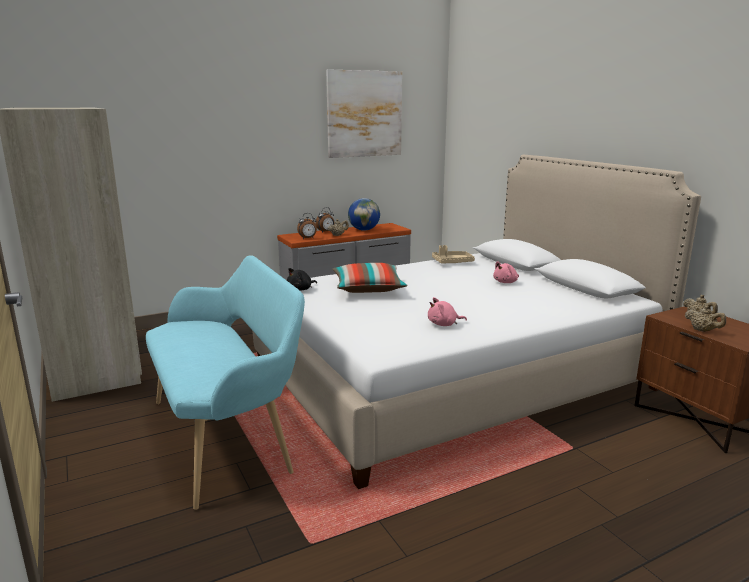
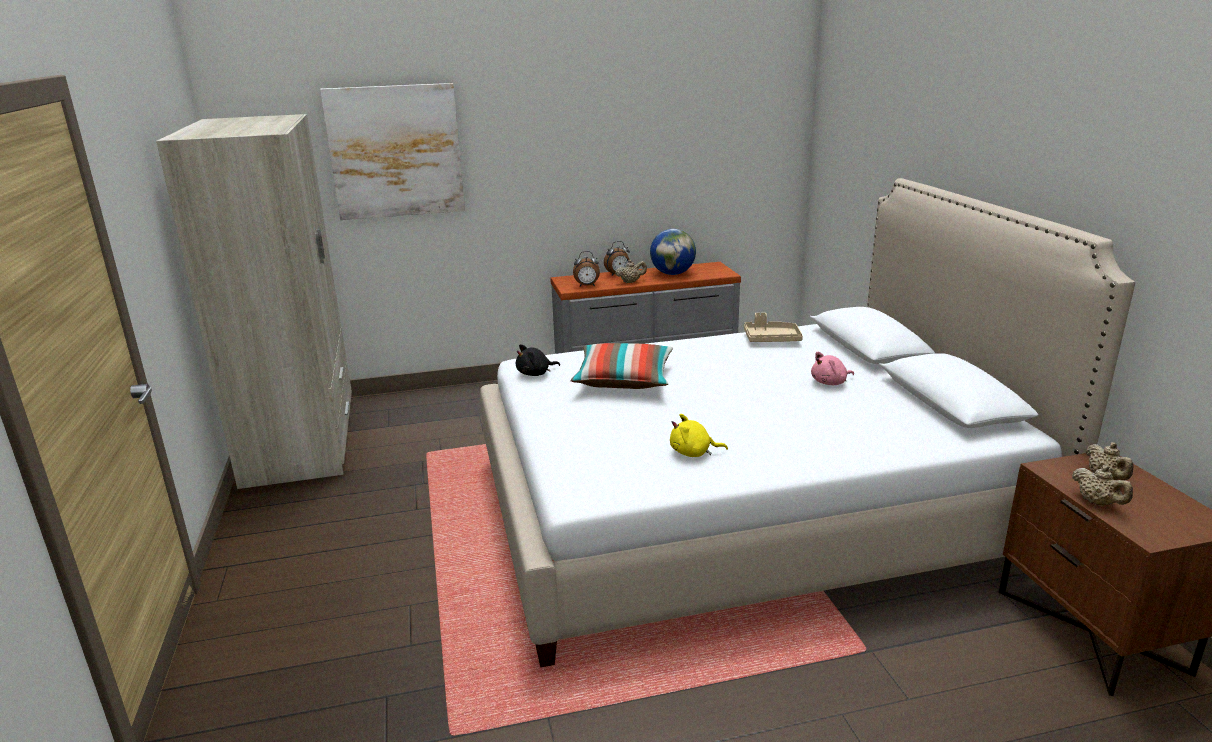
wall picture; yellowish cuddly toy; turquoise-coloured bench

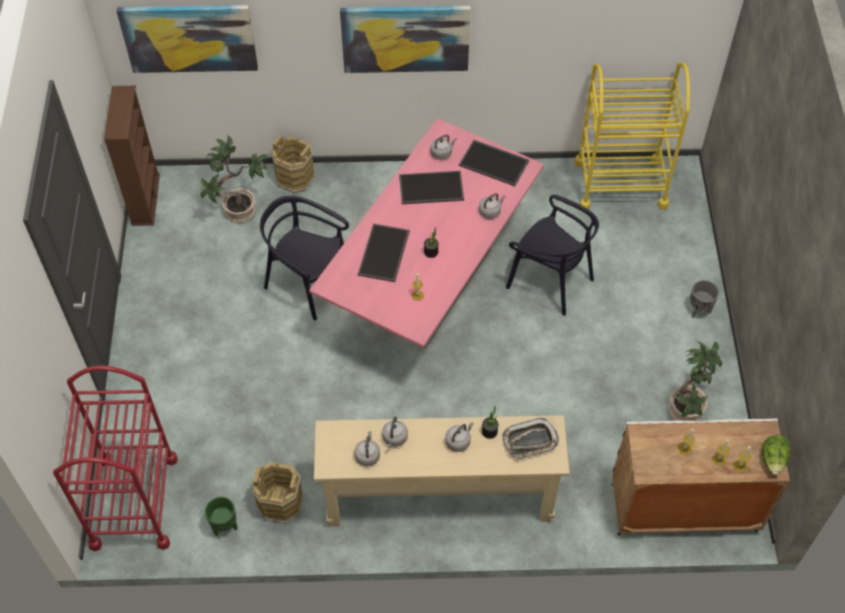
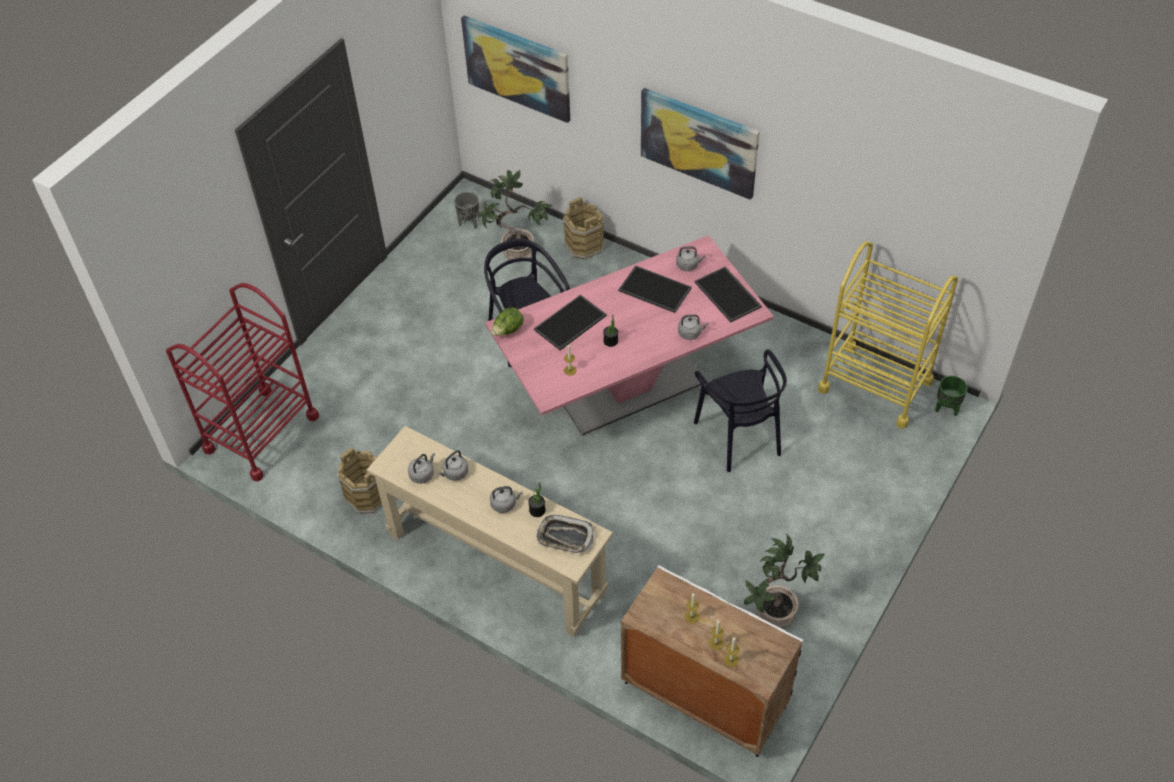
gray plant pot; head of lettuce; green-coloured plant pot; brown-coloured bookcase

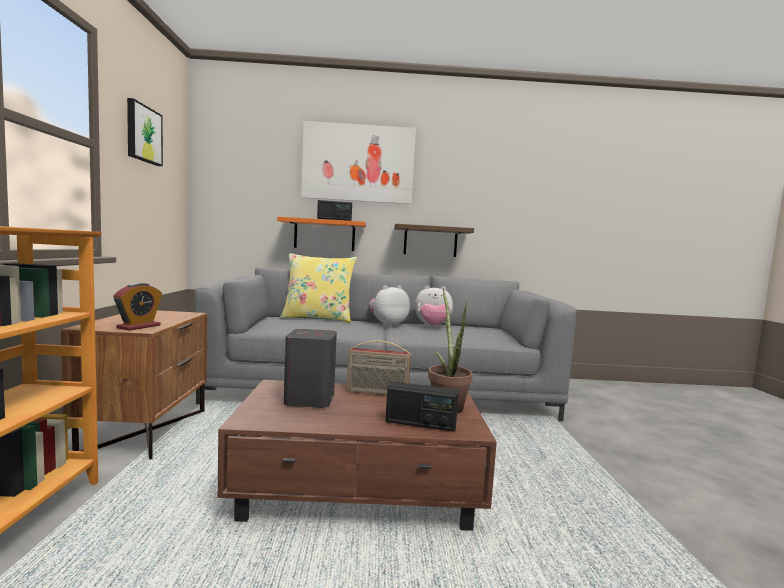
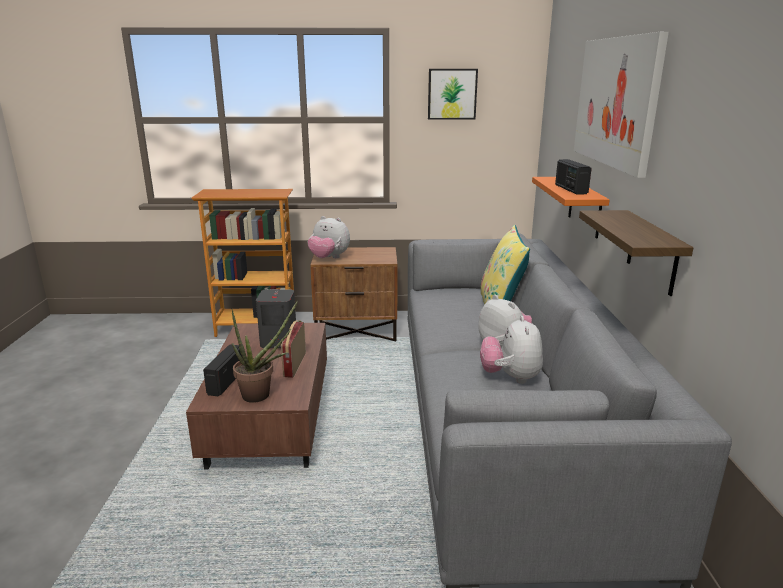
cuddly toy (1st from left)

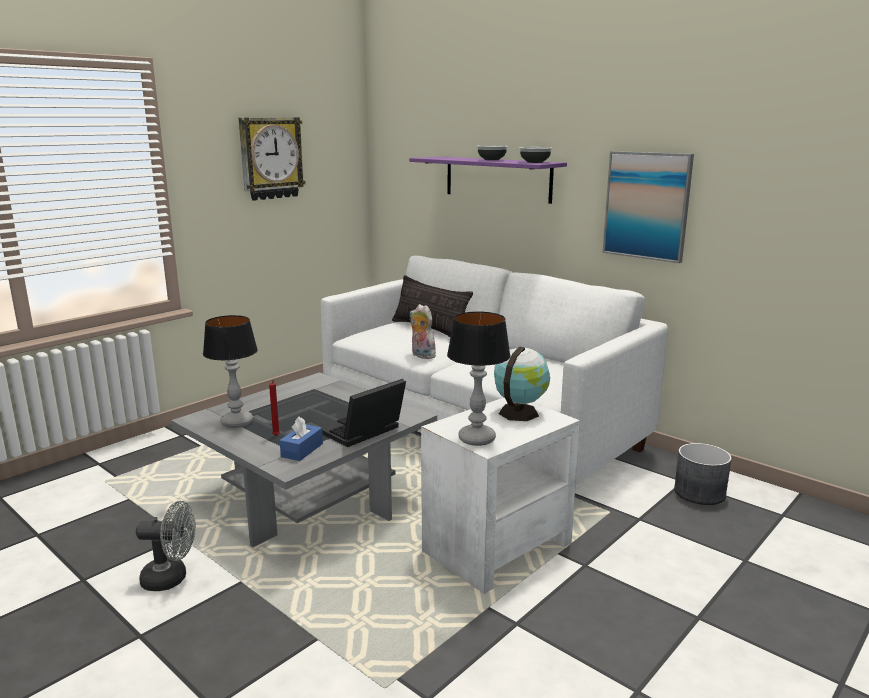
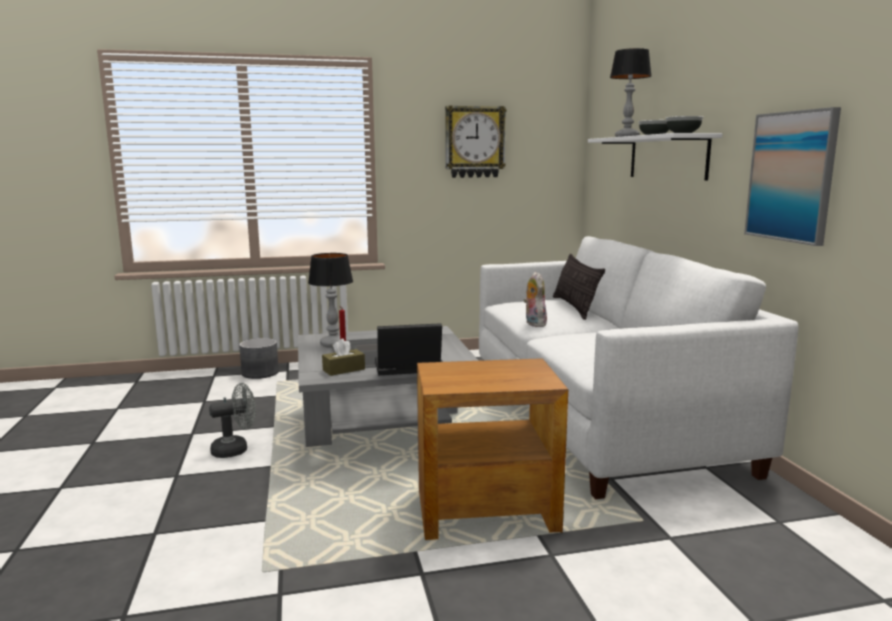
gray electric fan; gray plant pot; brown-coloured box of tissues; brown-coloured accent table; white bracket shelf; table lamp (2nd from left); world globe

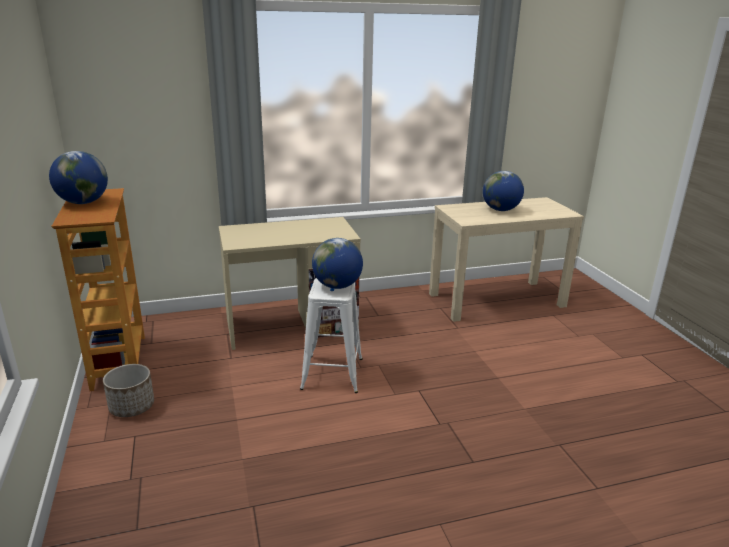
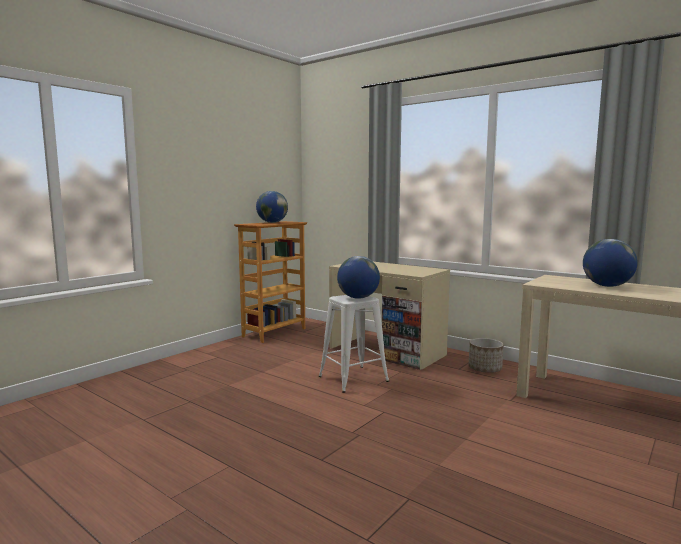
plant pot

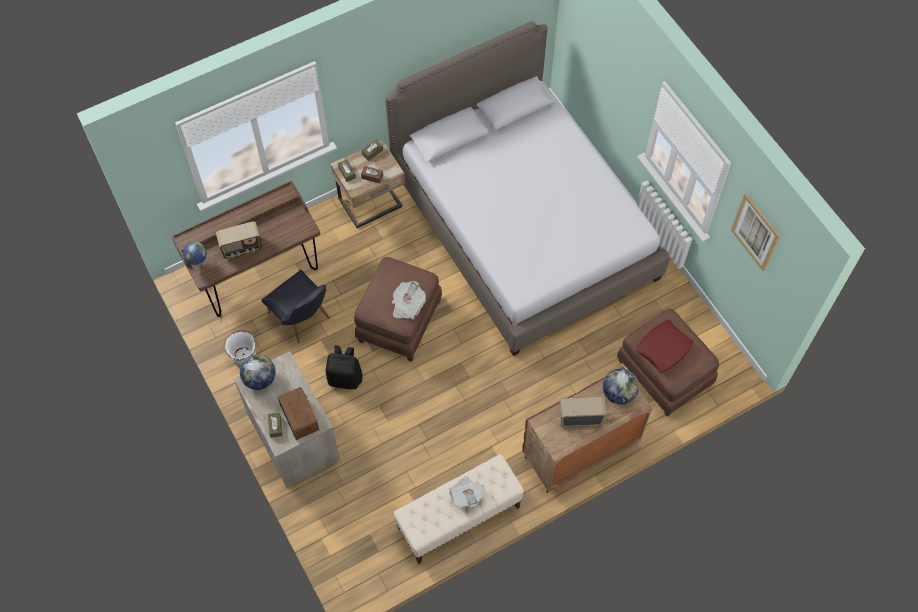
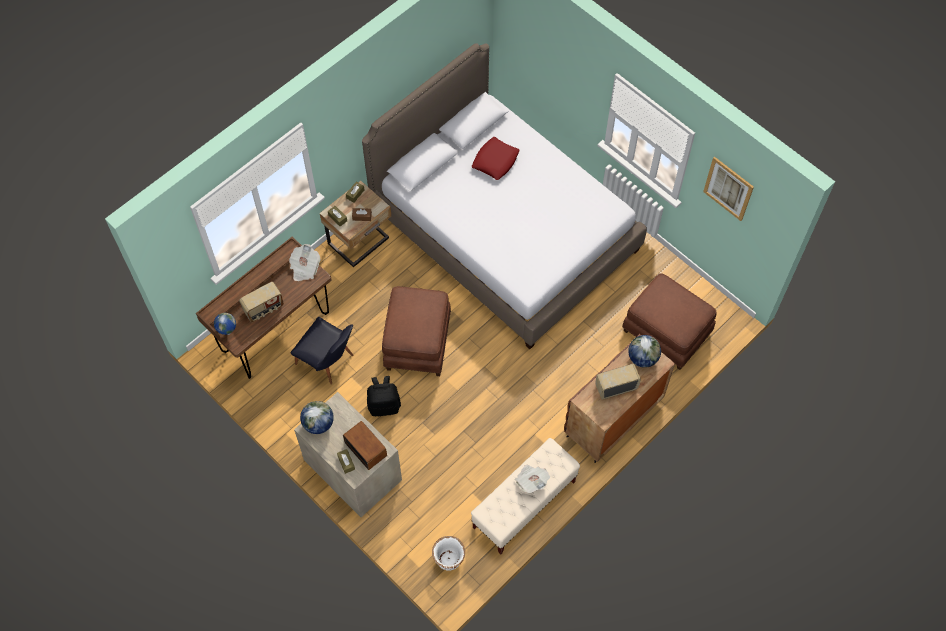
daily paper (1st from left); white plant pot; red-coloured throw pillow

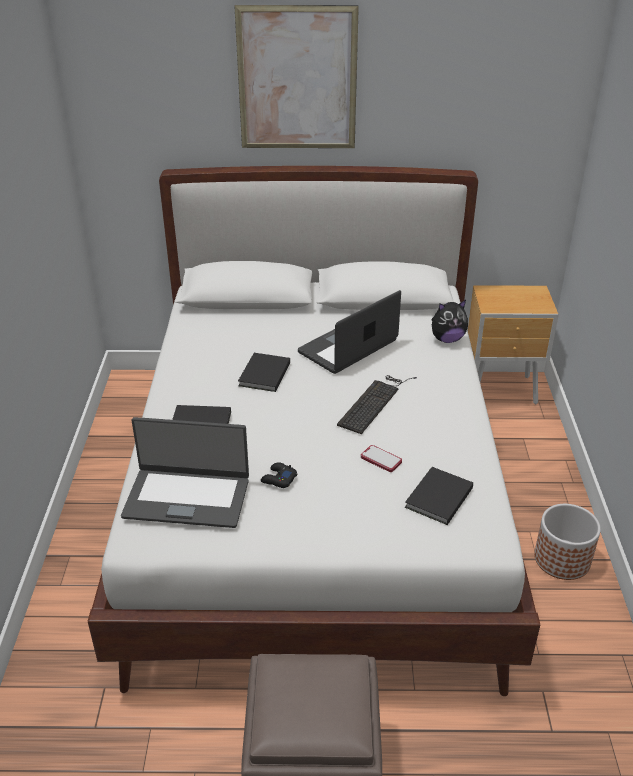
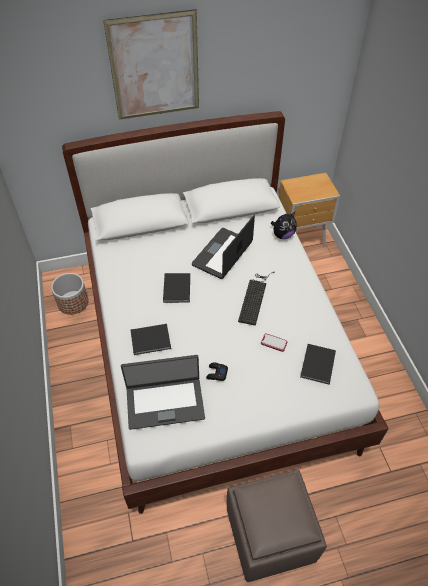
plant pot

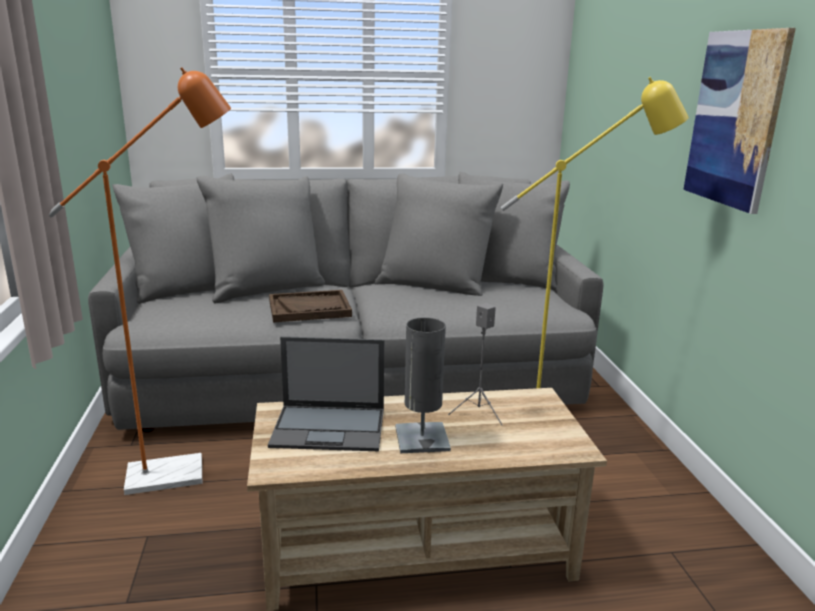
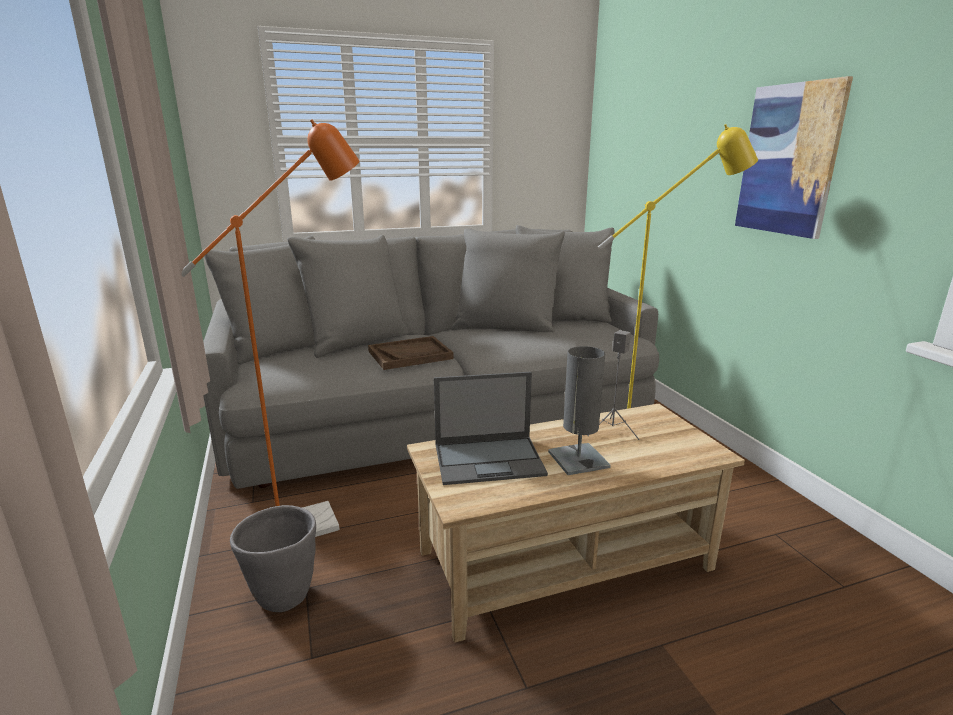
gray plant pot

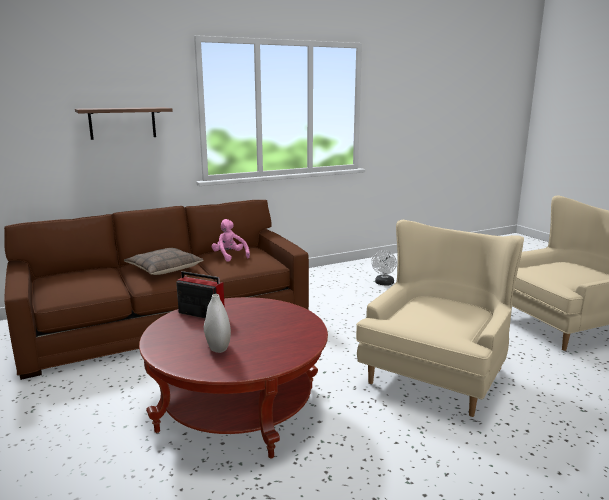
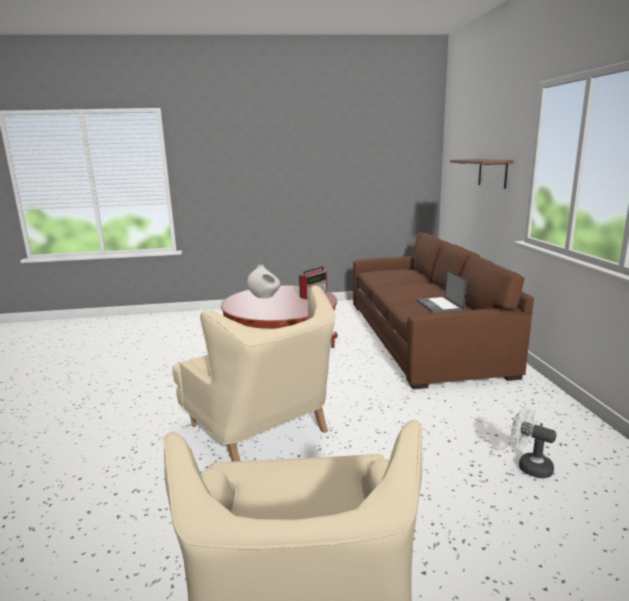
laptop; throw pillow

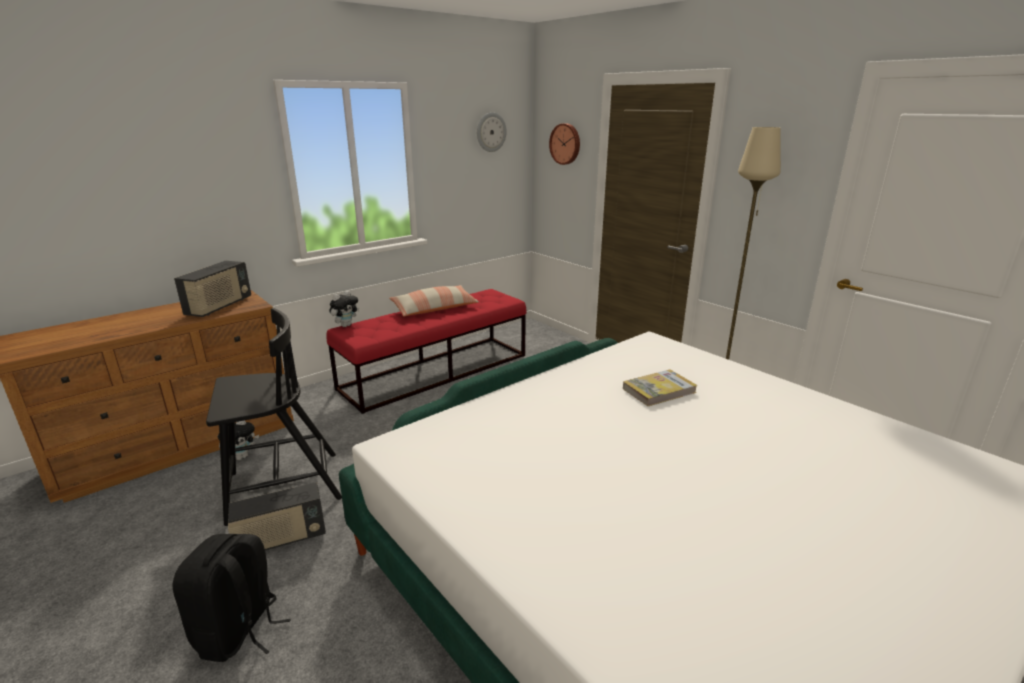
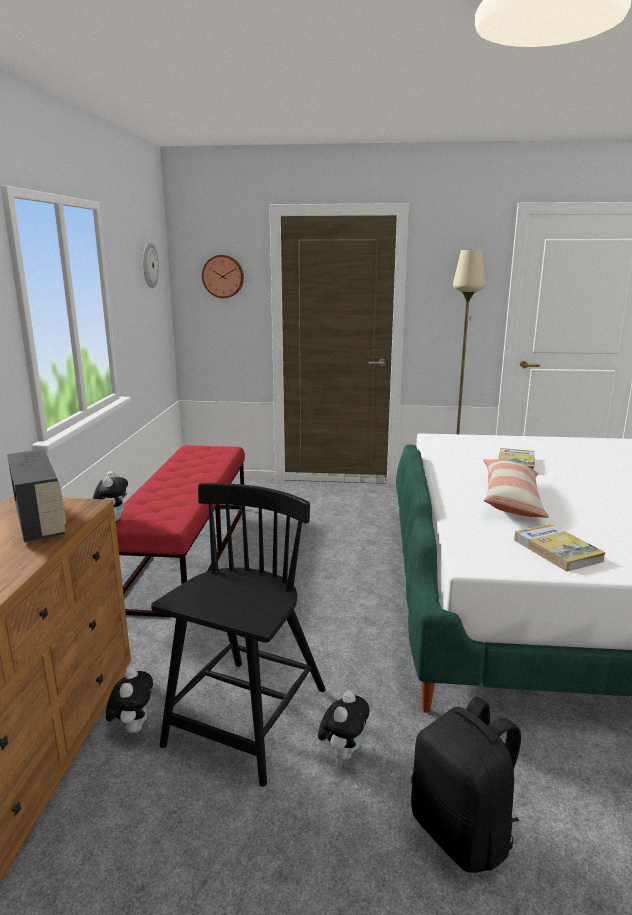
cuddly toy (3rd from left); throw pillow; bound book (2nd from left)

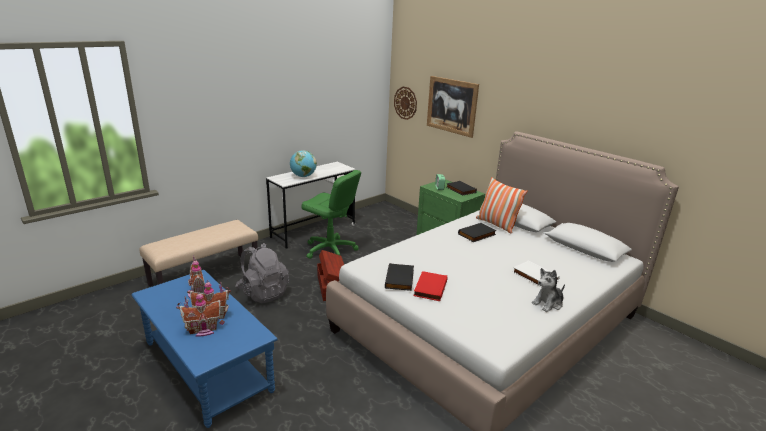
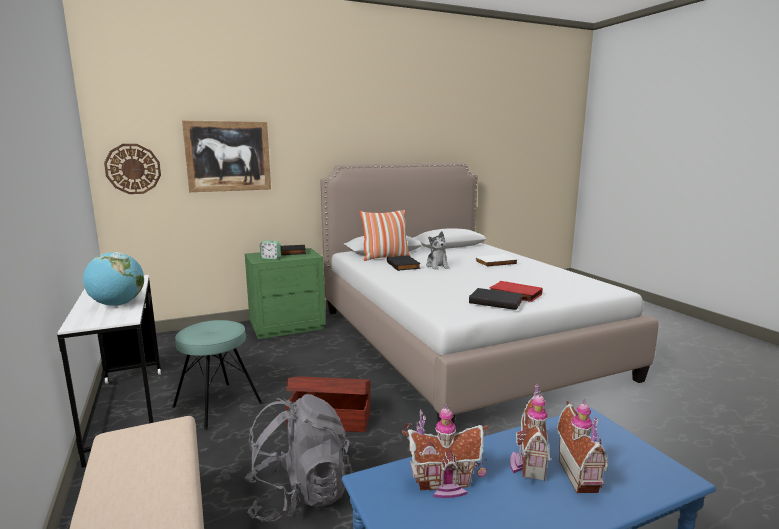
turquoise-coloured stool seat; cuddly toy

